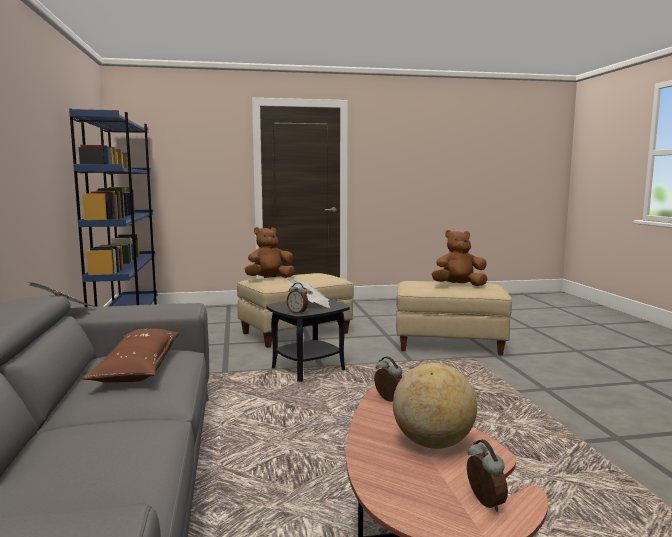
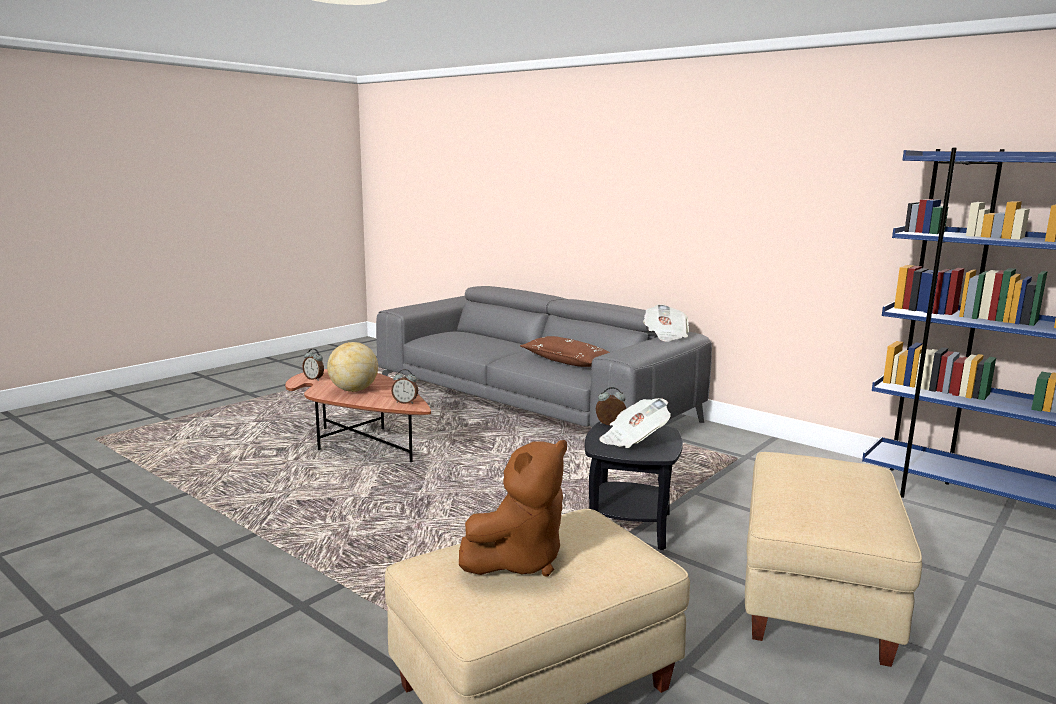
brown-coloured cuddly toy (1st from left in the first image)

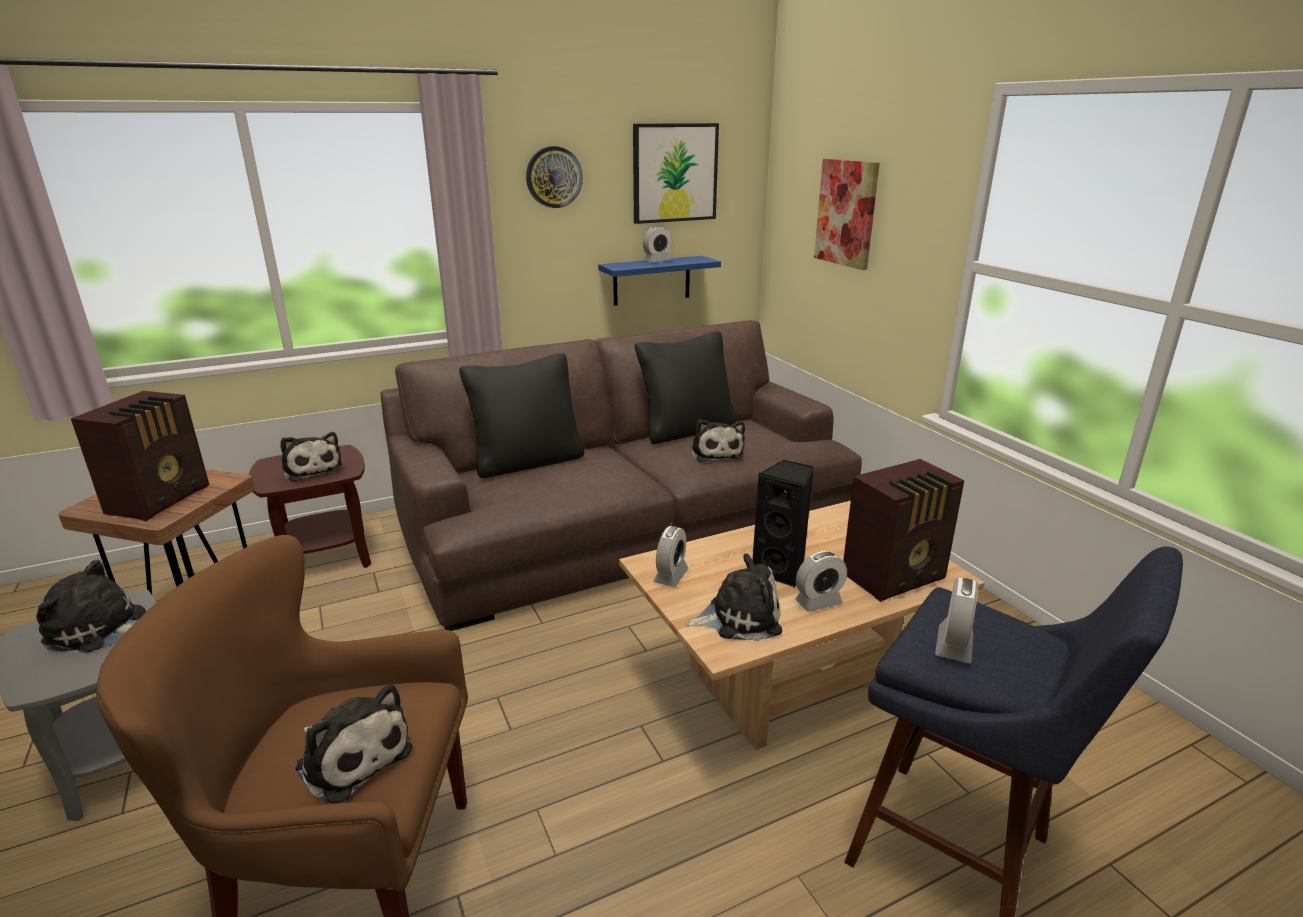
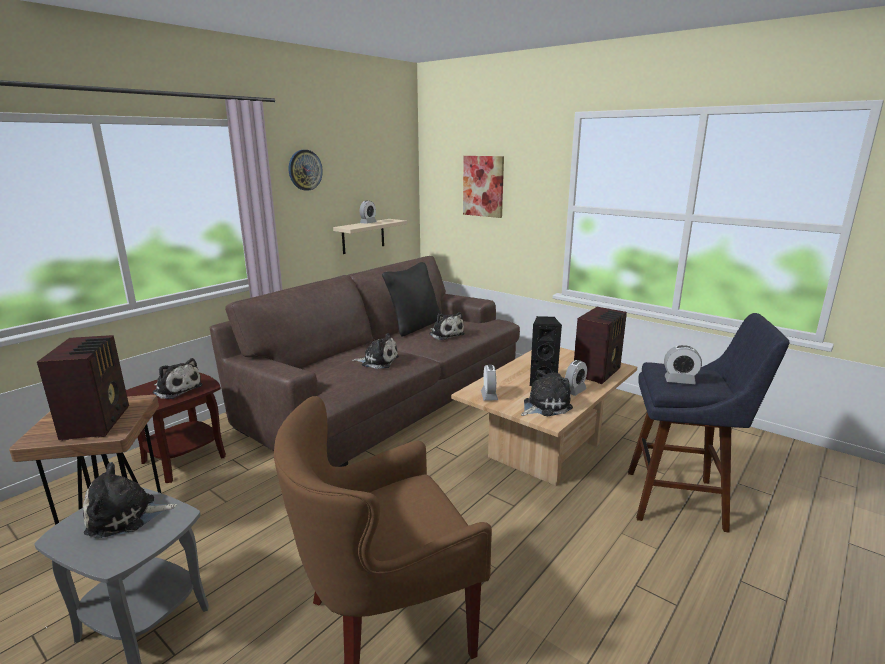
beige bracket shelf; cuddly toy (3rd from left); table clock (4th from left); black throw pillow (1st from left in the first image); wall picture (1st from left in the first image)

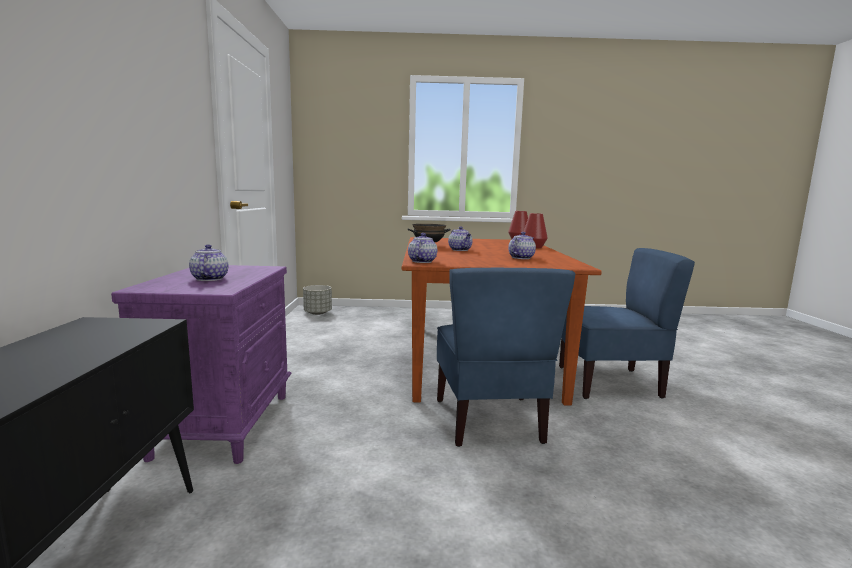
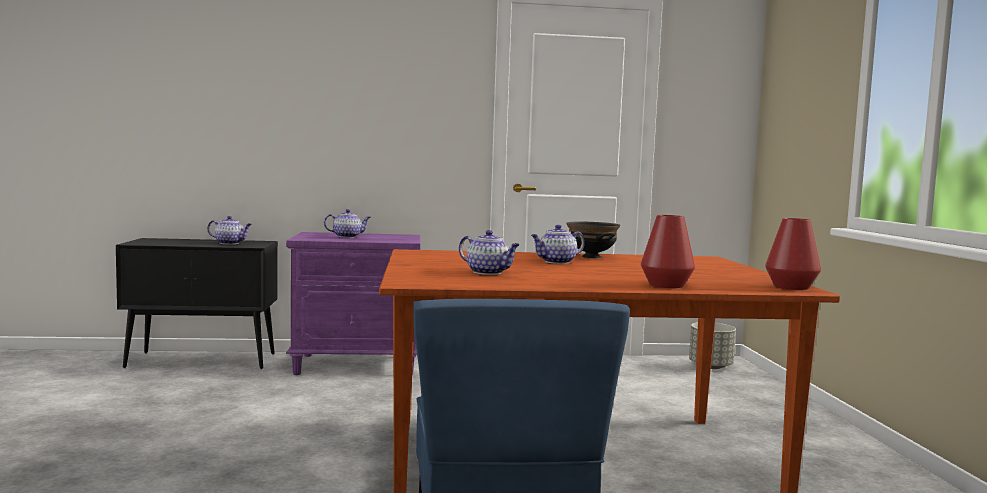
pot for tea (1st from left); blue-coloured chair (1st from left in the first image)

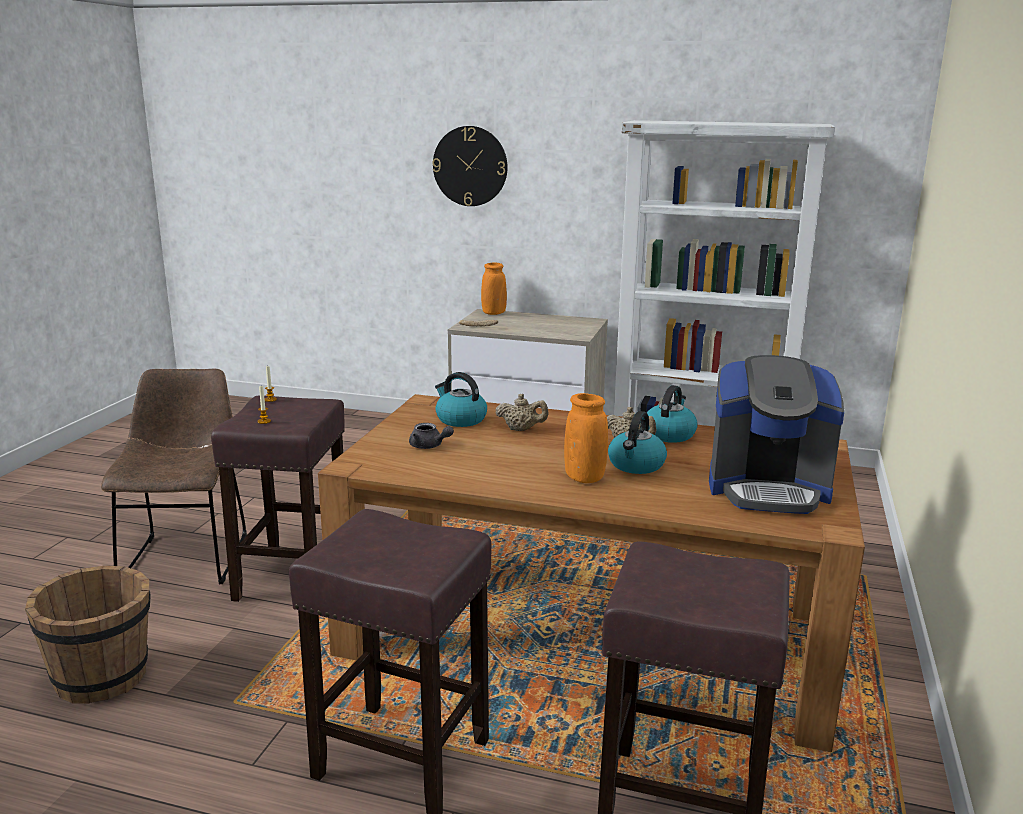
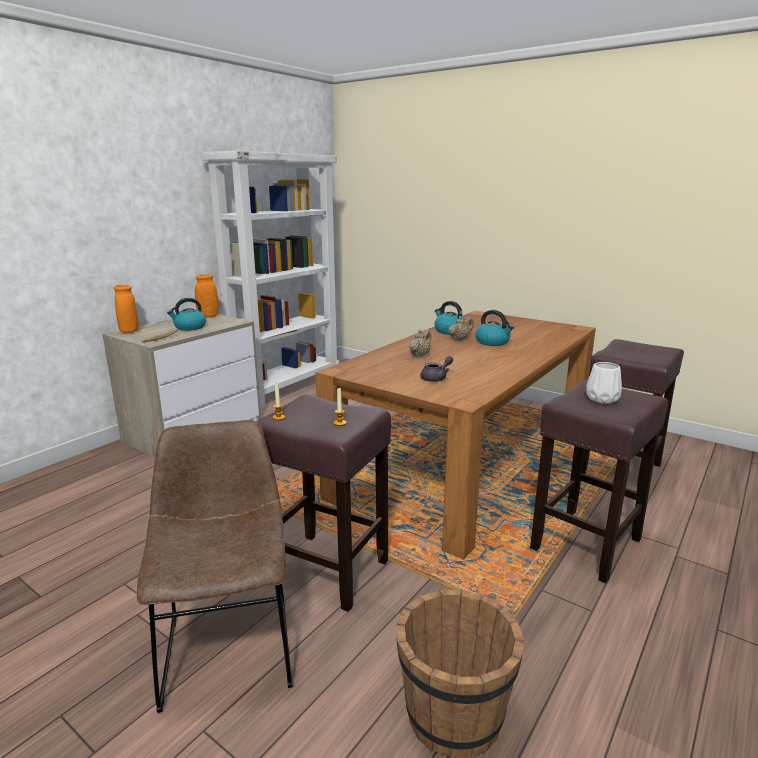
brown-coloured chair; kettle (1st from left); orange-coloured vase (2nd from left); white vase; hanging clock; coffee brewer

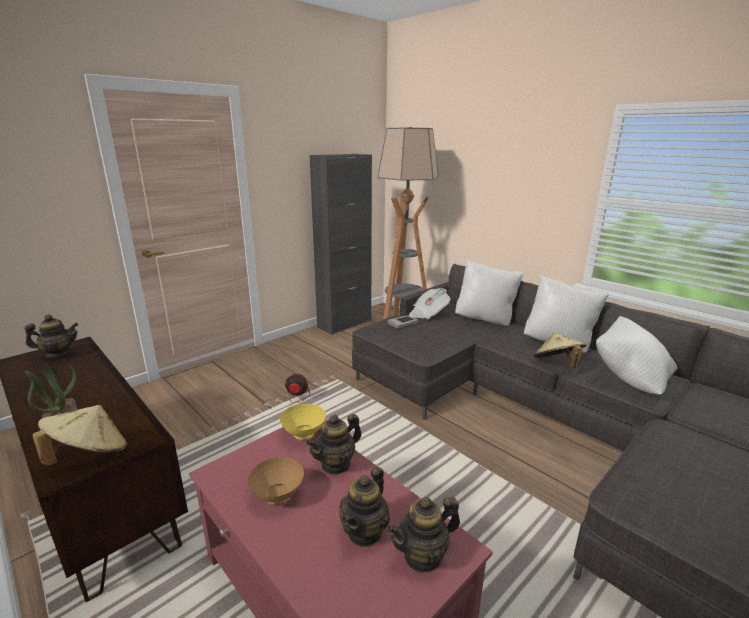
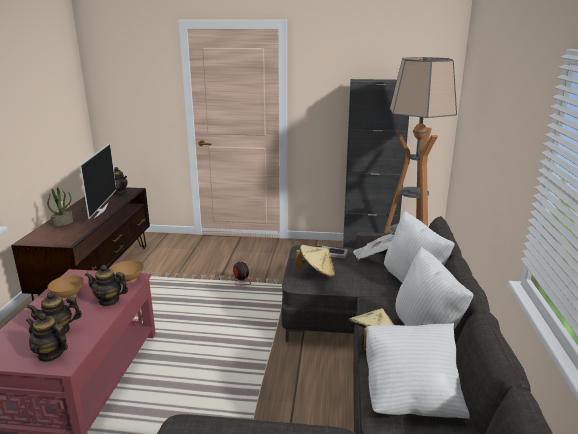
TV; brown-coloured bowl (2nd from left); beige clothing hat (1st from left)

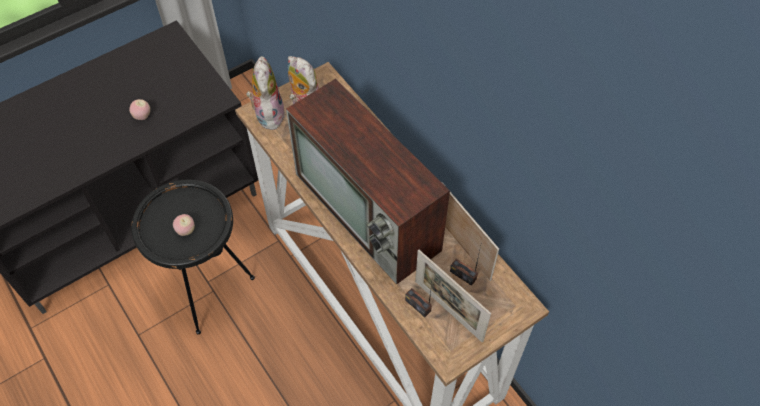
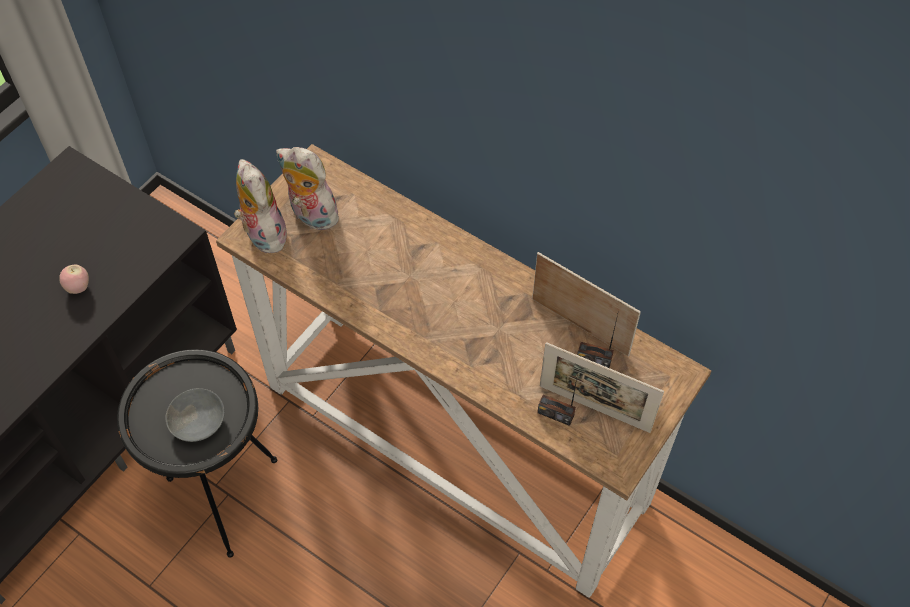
gray bowl; TV

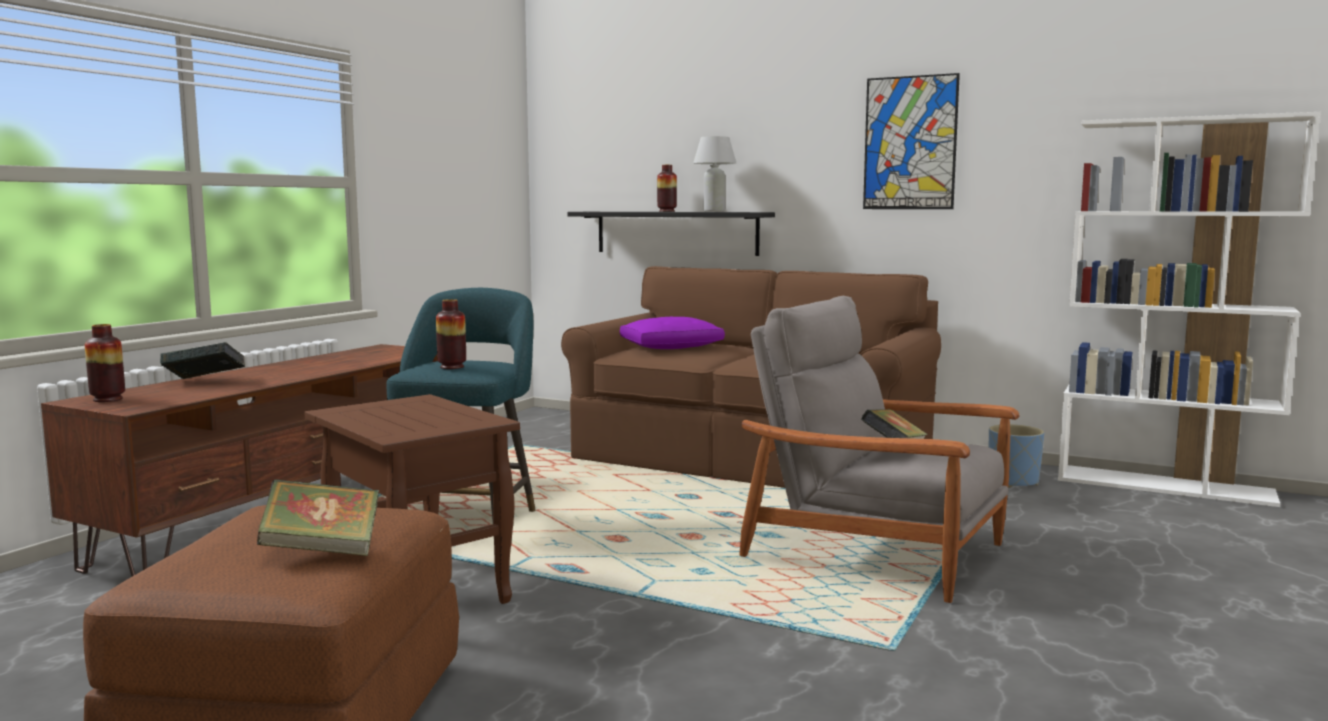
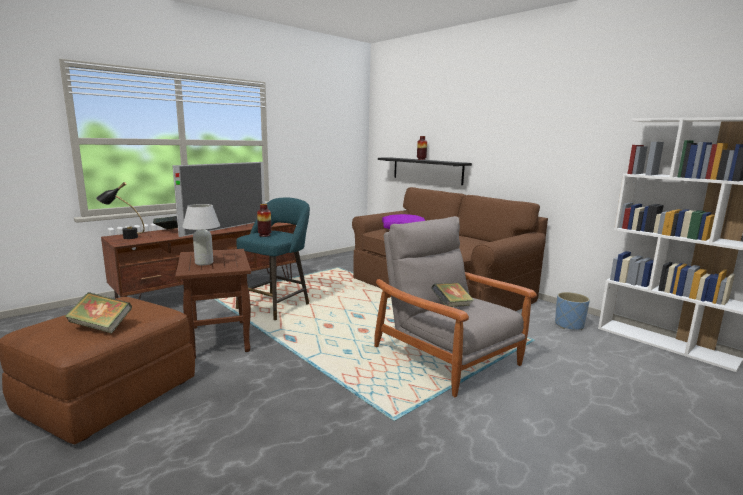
black table lamp; TV; white table lamp; wall picture

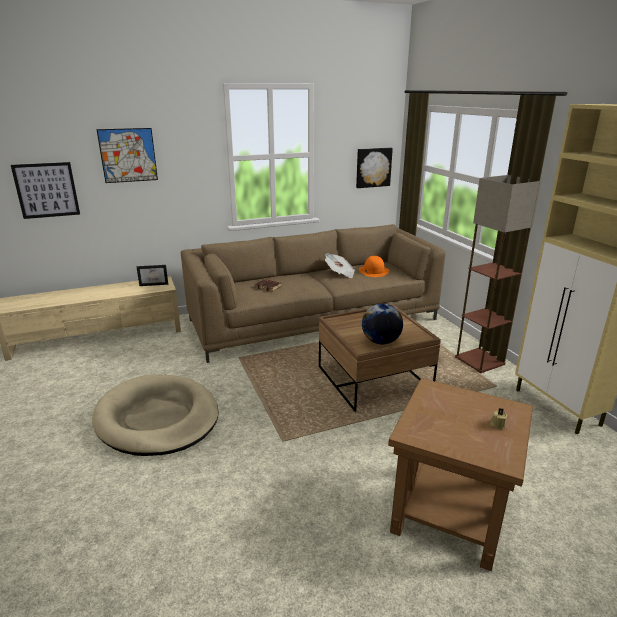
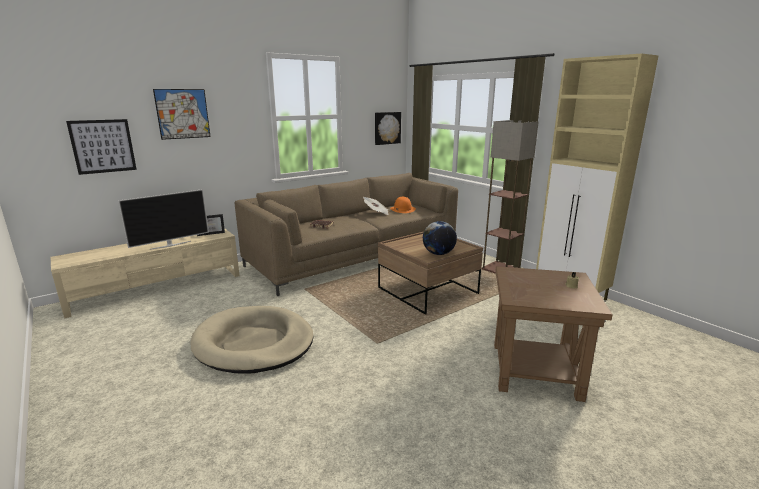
TV

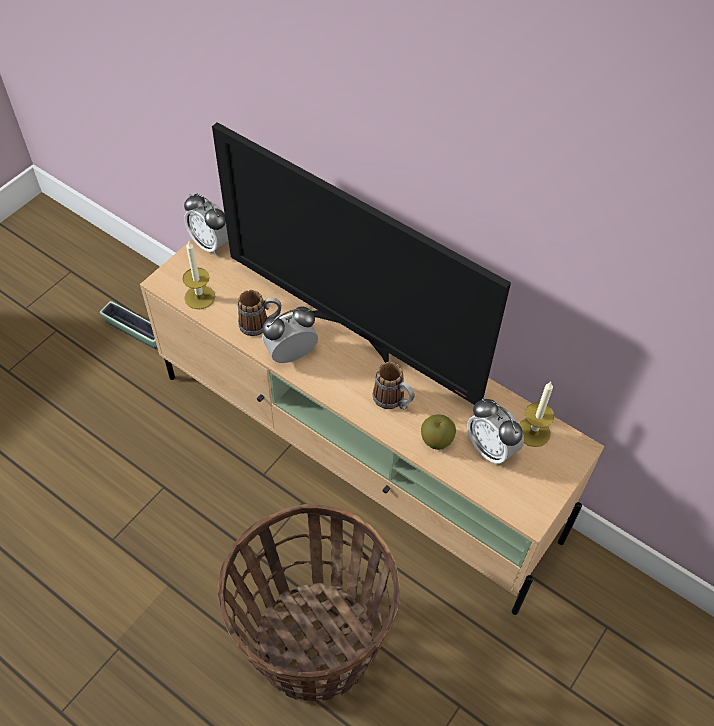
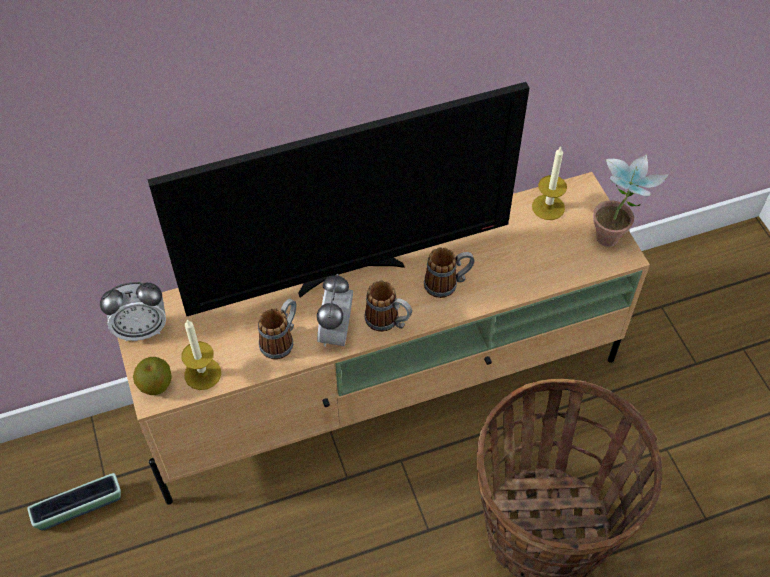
whole apple; coffee mug (2nd from left); potted plant; table clock (3rd from left in the first image)

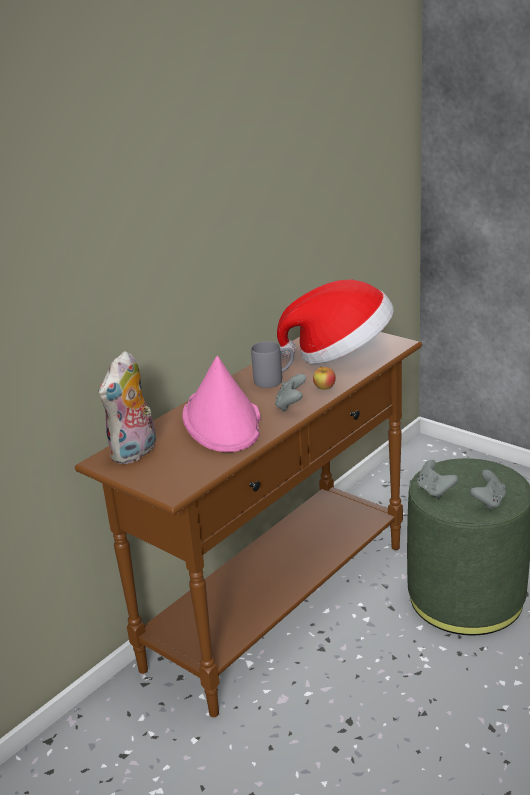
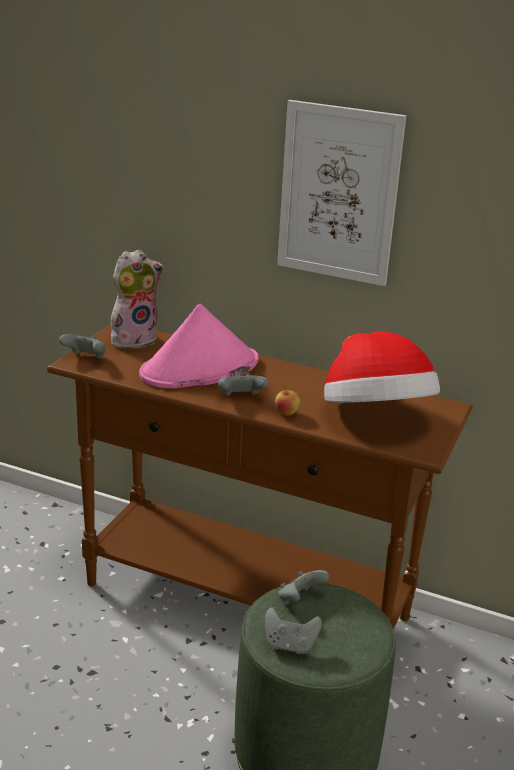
gray gamepad (1st from left); cuddly toy; wall picture; gray coffee mug

